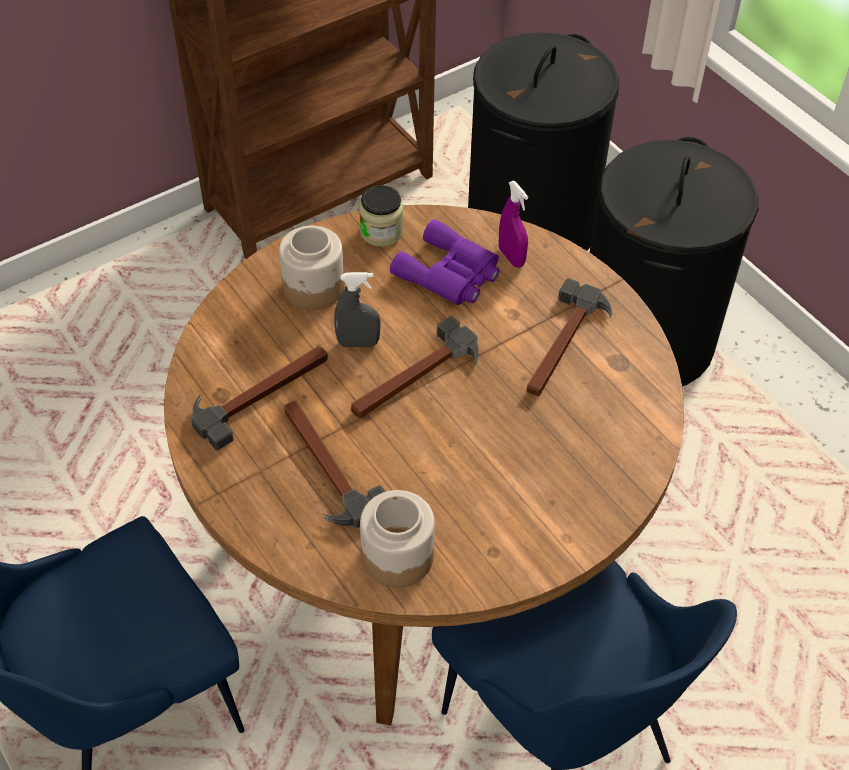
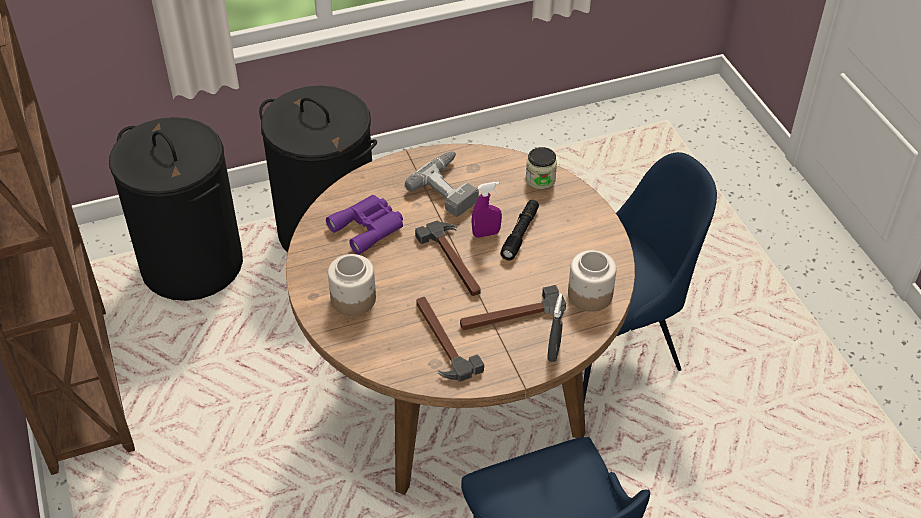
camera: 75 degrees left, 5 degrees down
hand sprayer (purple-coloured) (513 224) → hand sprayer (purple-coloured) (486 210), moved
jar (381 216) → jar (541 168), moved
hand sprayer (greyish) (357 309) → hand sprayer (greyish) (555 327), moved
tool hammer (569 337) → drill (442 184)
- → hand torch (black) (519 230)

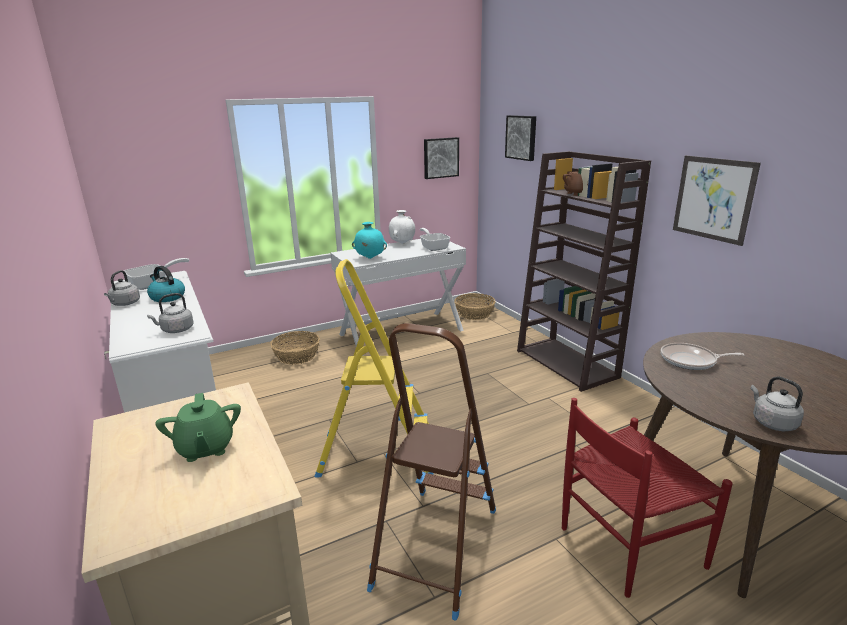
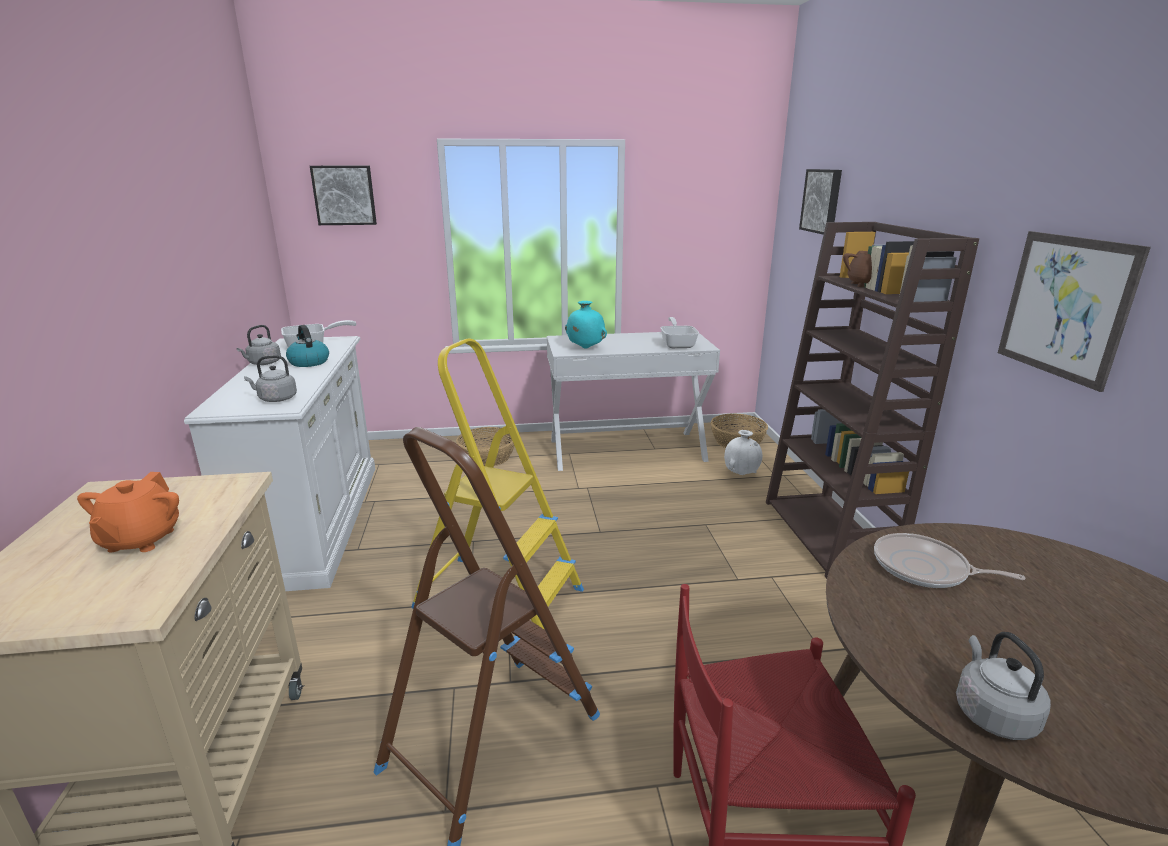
camera: 20 degrees right, 0 degrees up
wall picture (441 158) → wall picture (343 195), moved
decorative vase (whitish) (402 227) → decorative vase (whitish) (743 452), moved
tea pot (green) (198 427) → tea pot (orangey) (128 512)

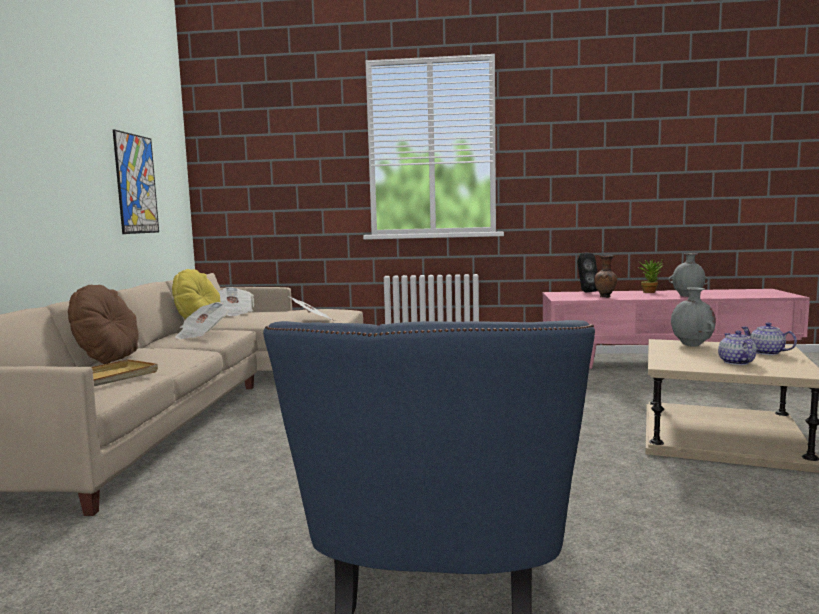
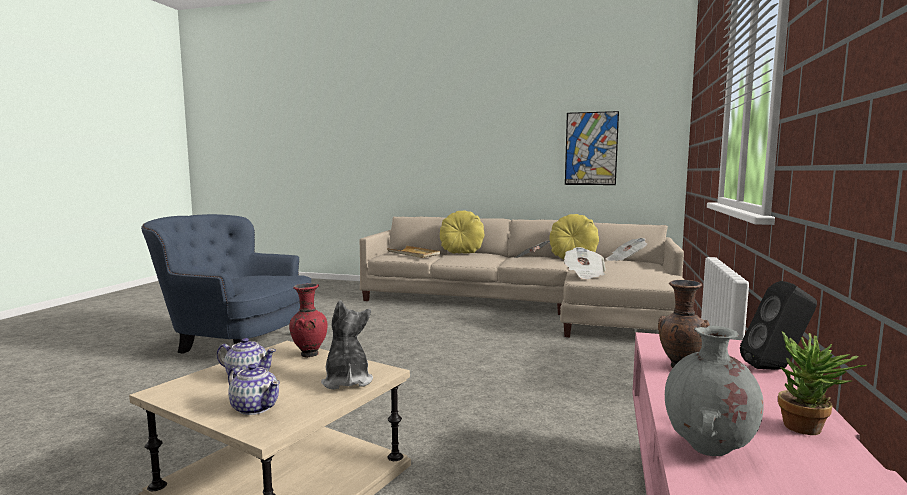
camera: 100 degrees right, 0 degrees up
throw pillow (brown) (103 324) → throw pillow (yellow-coloured) (462 232)
decorative vase (greyish) (693 317) → cuddly toy (347 345)
tea pot (769 338) → tea pot (254 389), 60 degrees clockwise
- → decorative vase (reddish) (308 320)

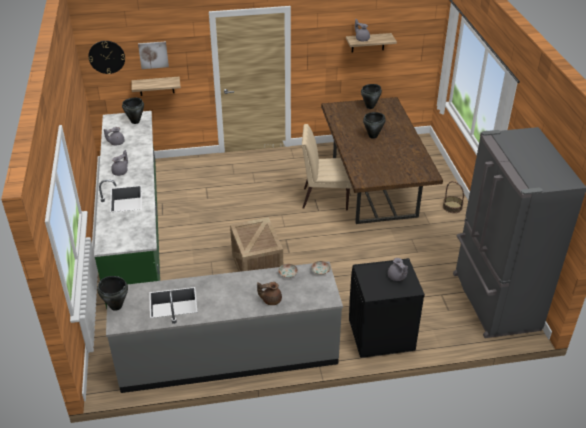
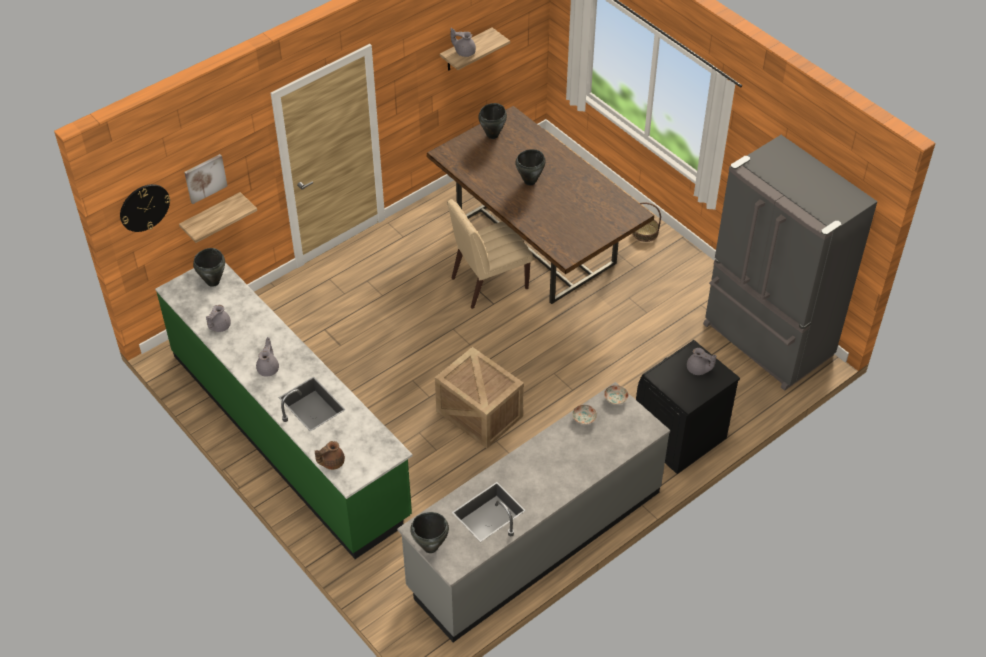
camera: 30 degrees left, 10 degrees up
tea pot (brown) (269 293) → tea pot (brown) (330 455), moved

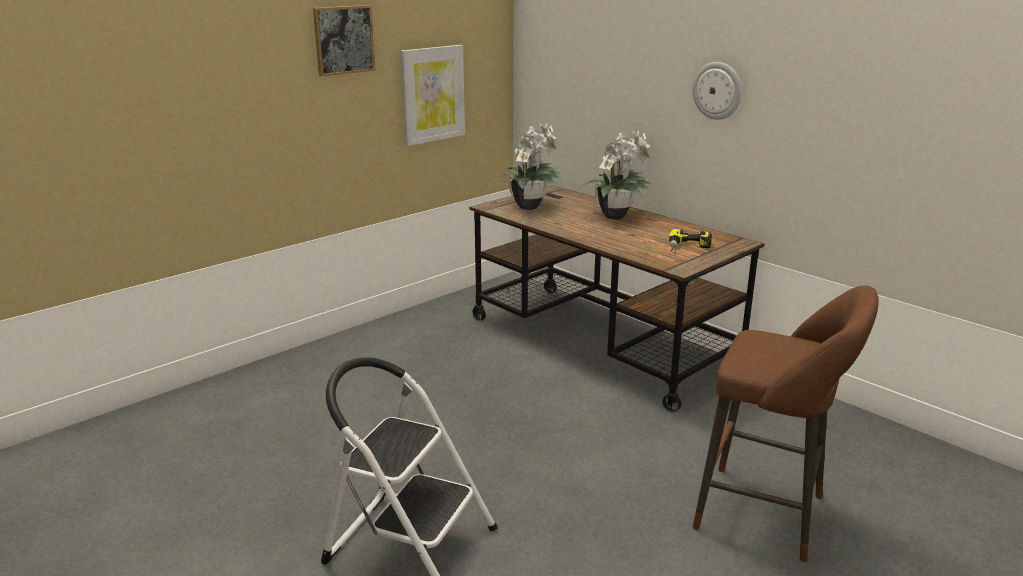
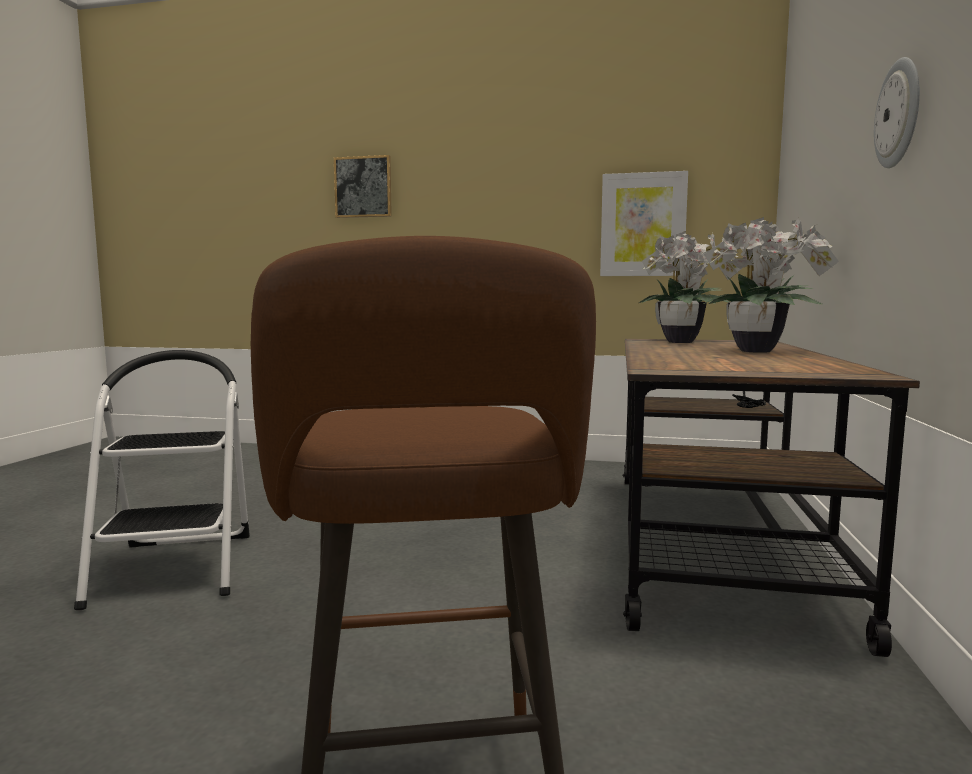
camera: 55 degrees right, 15 degrees down
wall picture (344 40) → wall picture (363 186), moved
drill (690 240) → -

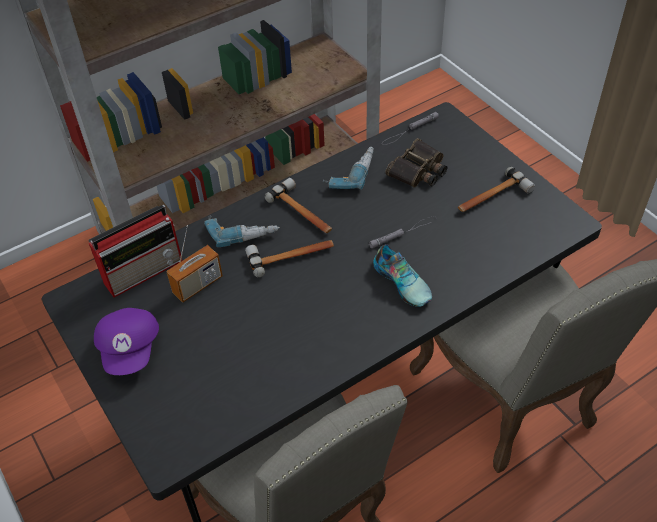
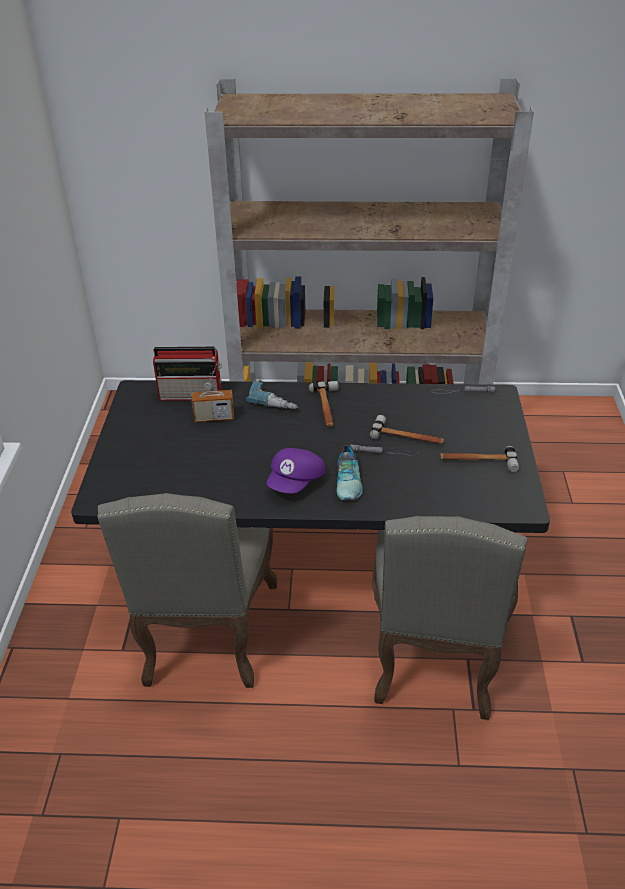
camera: 35 degrees right, 10 degrees down
field glasses (416 162) → -
drill (348 168) → -
tool hammer (289 258) → tool hammer (407 429), moved
baseball cap (purple-coloured) (126 341) → baseball cap (purple-coloured) (296 470), moved

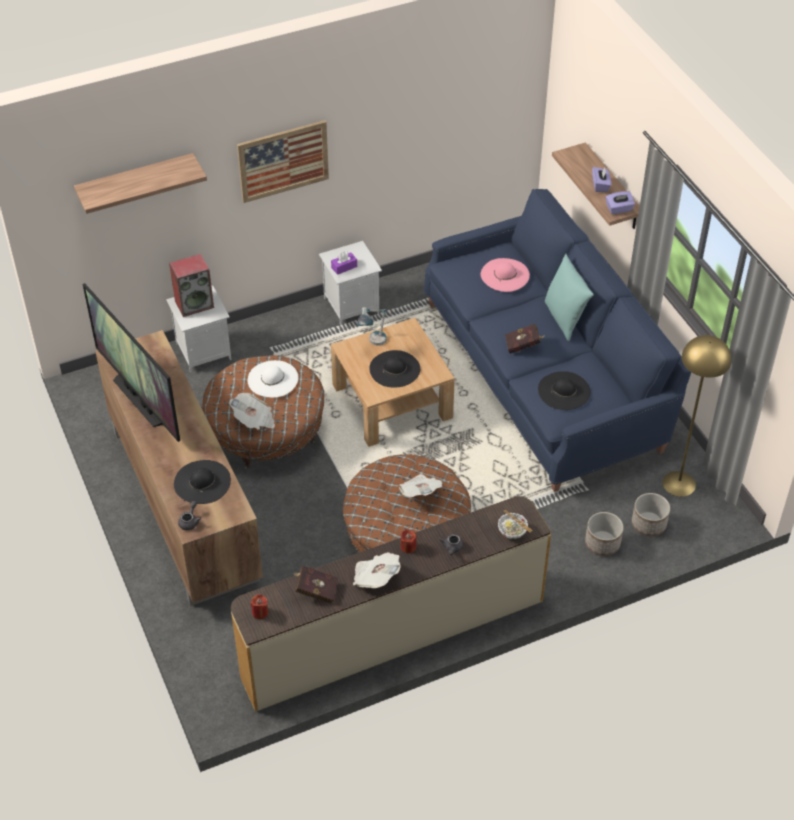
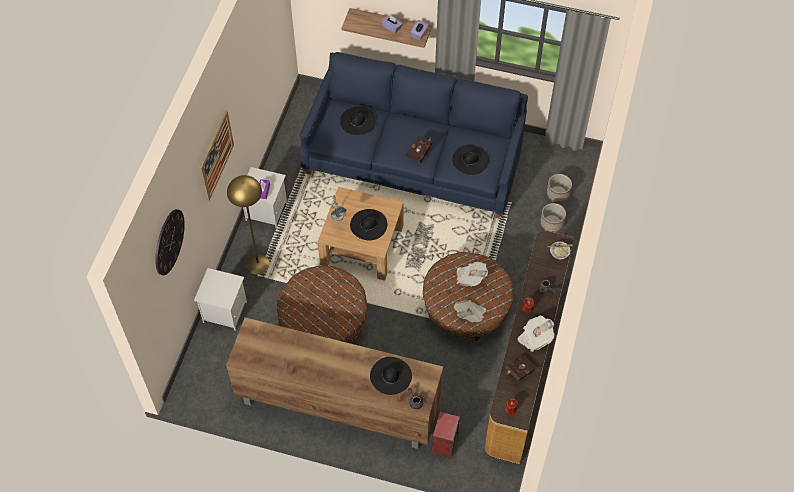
camera: 50 degrees left, 10 degrees up
bracket shelf (140 183) → wall clock (170 242)
speaker (191 285) → speaker (446 435), moved
throw pillow (turquoise-coloured) (569 297) → -
hat (pink-coloured) (505 275) → hat (black) (358 121)
TV (131 362) → -
standard lamp (yellow-coloured) (697 416) → standard lamp (yellow-coloured) (248 225), moved
hat (whitish) (273 379) → -
newspaper (252 411) → newspaper (470 311), moved

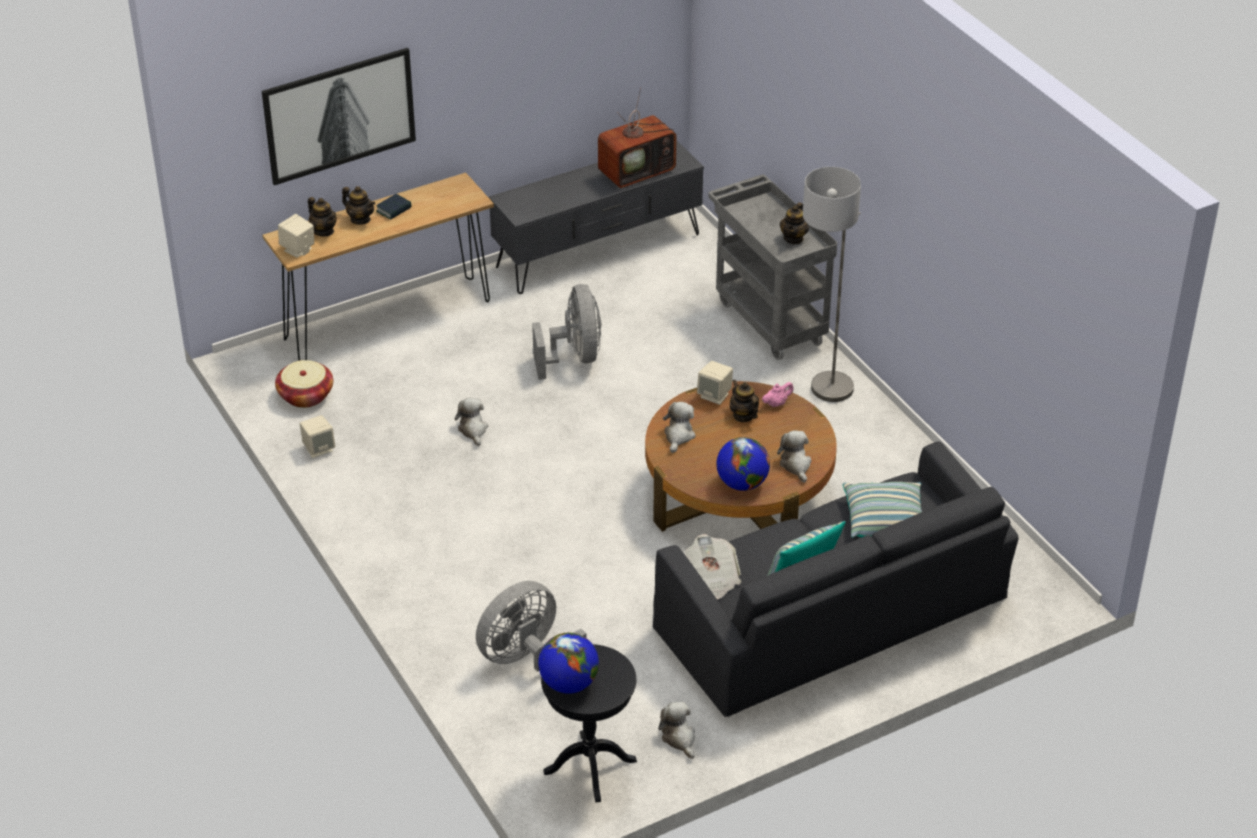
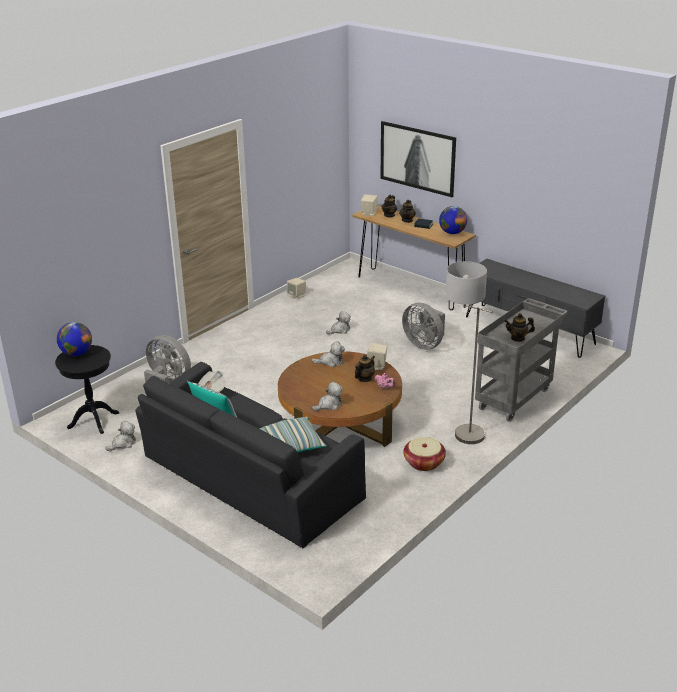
camera: 70 degrees right, 10 degrees down
TV (637 137) → -
electric fan (greyish) (566 332) → electric fan (greyish) (423 326), 75 degrees clockwise
household basket (304 384) → household basket (424 454), moved
world globe (743 464) → world globe (453 220), moved

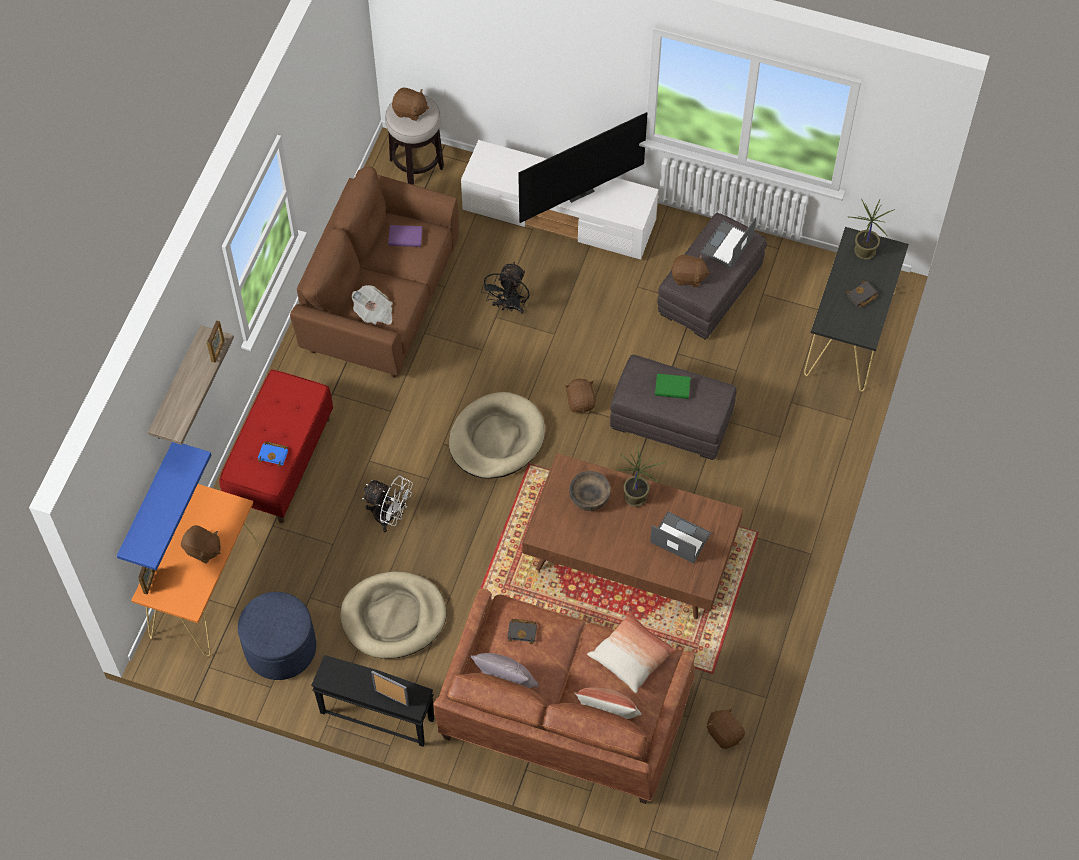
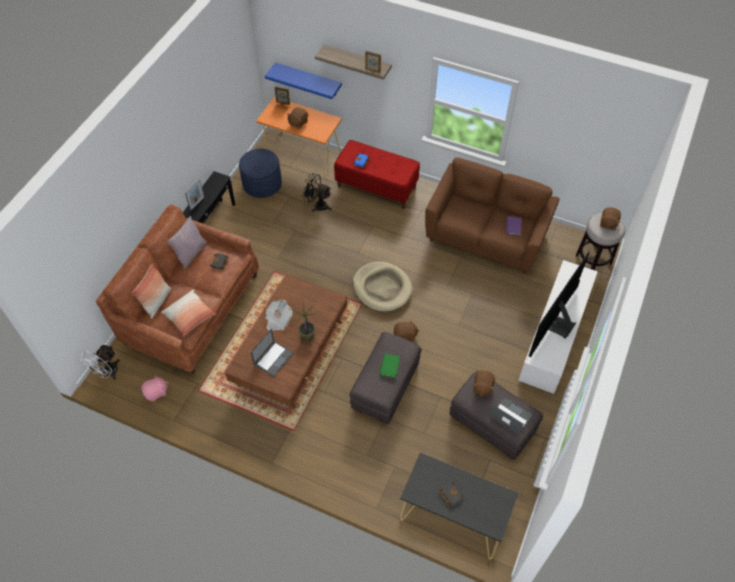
camera: 95 degrees right, 5 degrees down
TV (582 167) → TV (559 304), 60 degrees clockwise
potted plant (872 229) → -
electric fan (black) (505 288) → electric fan (black) (317 192), moved
newspaper (372 305) → newspaper (279 315), moved
serving bowl (brown) (590 491) → -
electric fan (whitish) (387 503) → electric fan (whitish) (100 362), moved
dog bed (sand-coloured) (393 615) → -
cuddly toy (brown) (726 728) → cuddly toy (pink-coloured) (154 388)

